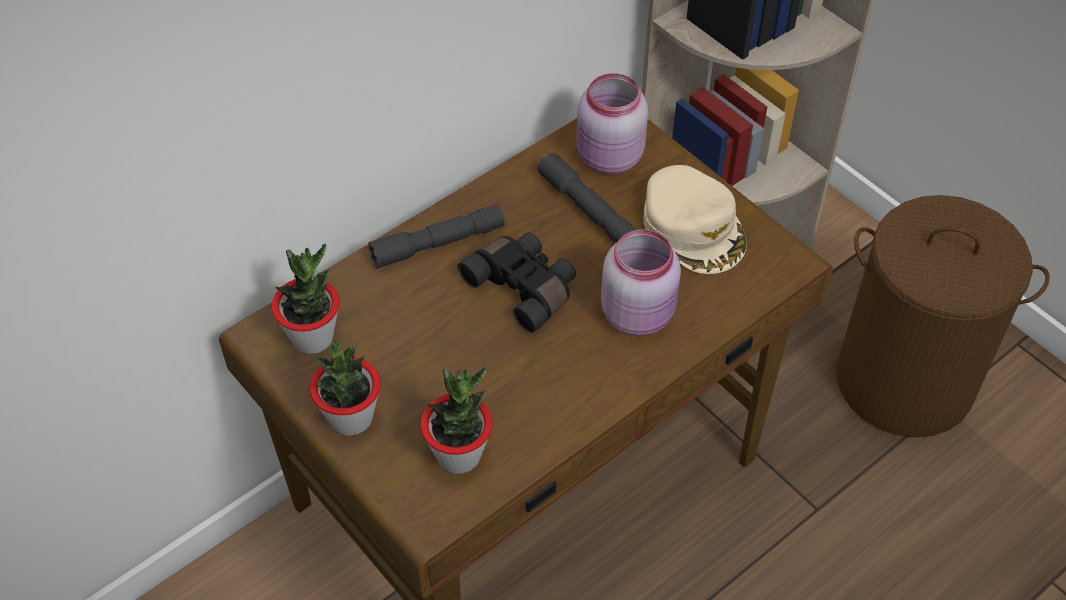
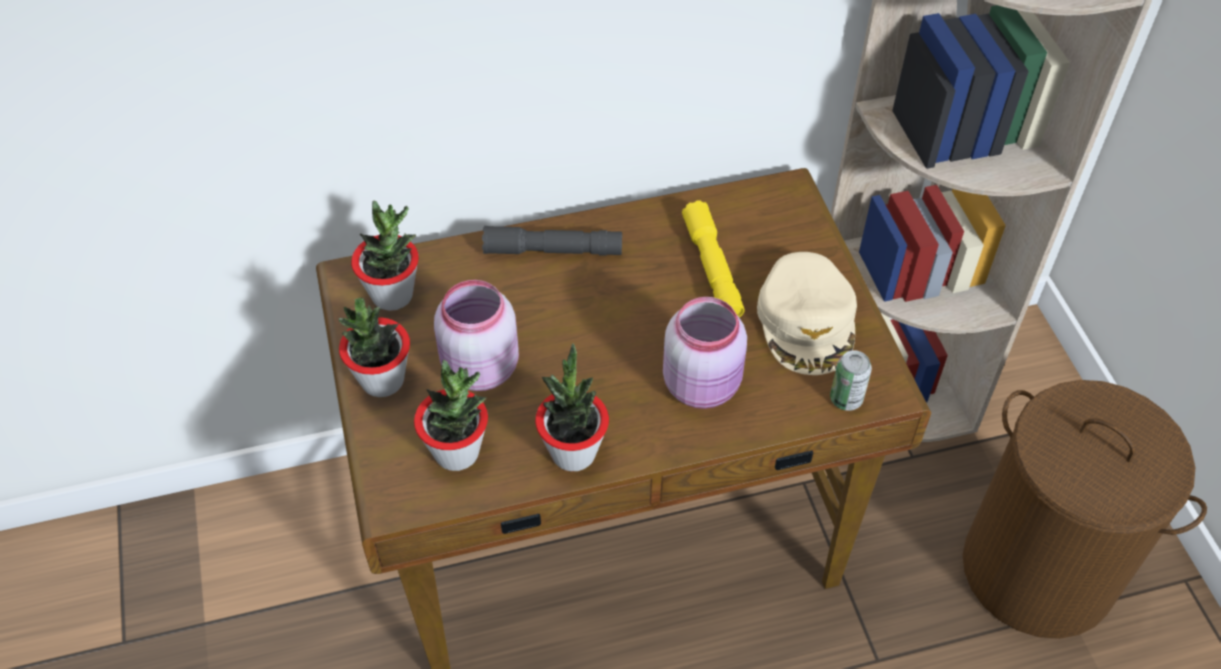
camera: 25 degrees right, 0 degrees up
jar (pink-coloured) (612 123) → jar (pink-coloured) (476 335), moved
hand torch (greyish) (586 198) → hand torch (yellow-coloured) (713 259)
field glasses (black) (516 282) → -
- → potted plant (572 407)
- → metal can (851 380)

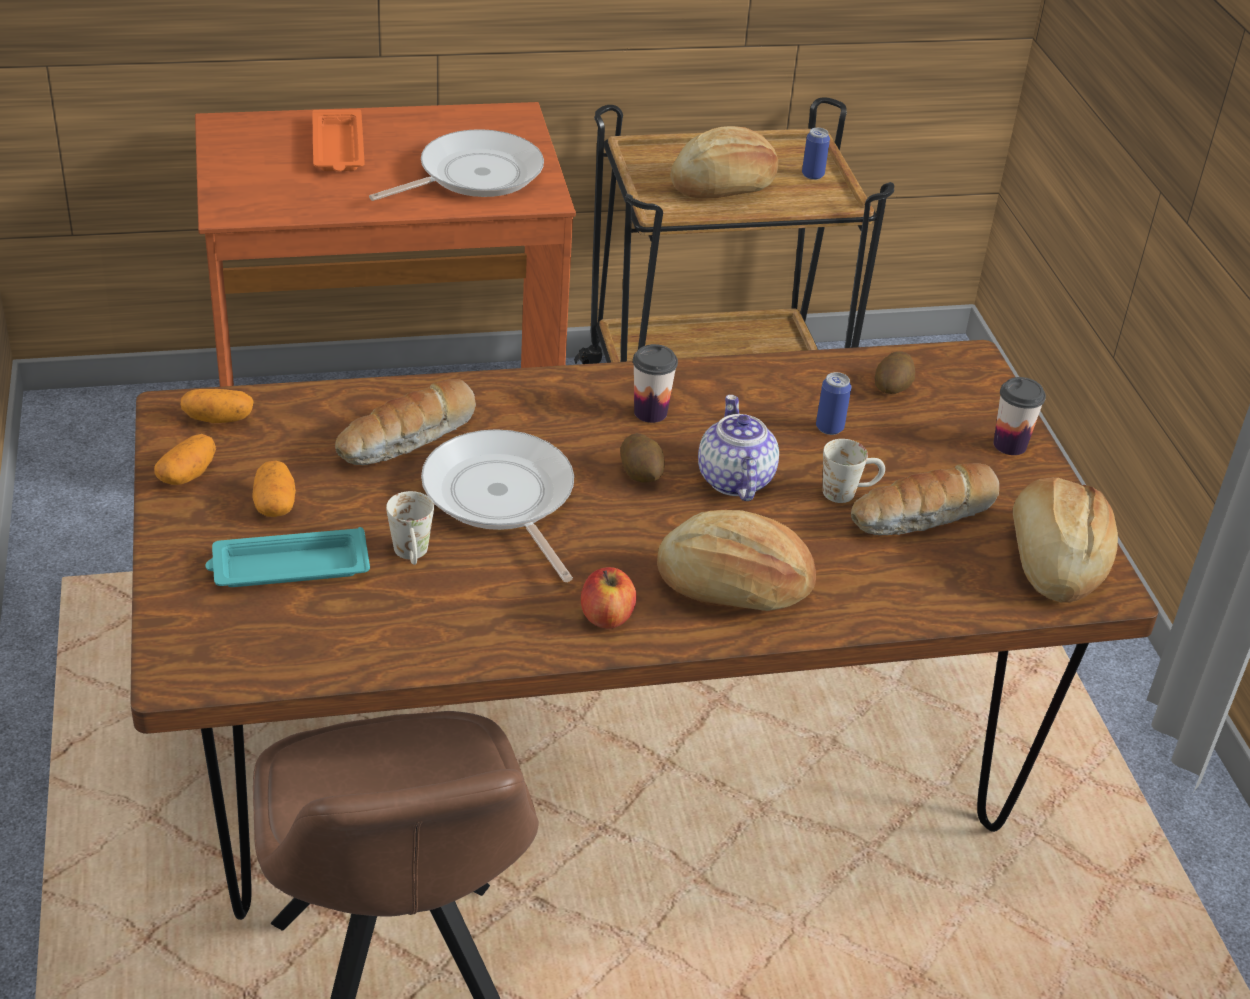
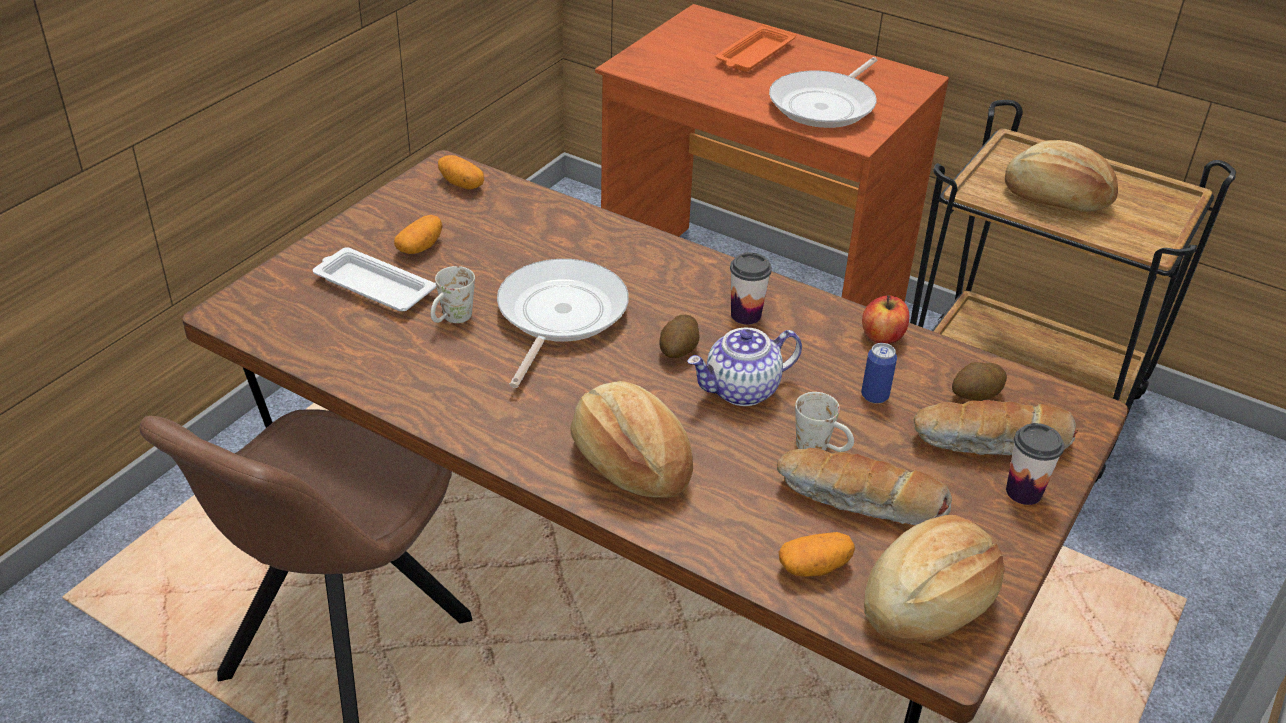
camera: 45 degrees right, 0 degrees up
metal can (816 154) → -
frying pan (456 165) → frying pan (823 92), 120 degrees clockwise
baked bread (405 422) → baked bread (995 427), moved
tea pot (738 448) → tea pot (744 367), 150 degrees counterclockwise
whole potato (185 459) → whole potato (817 554), moved
serving tray (turquoise-coloured) (287 557) → serving tray (whitish) (374 279)
whole apple (609 598) → whole apple (885 319), moved

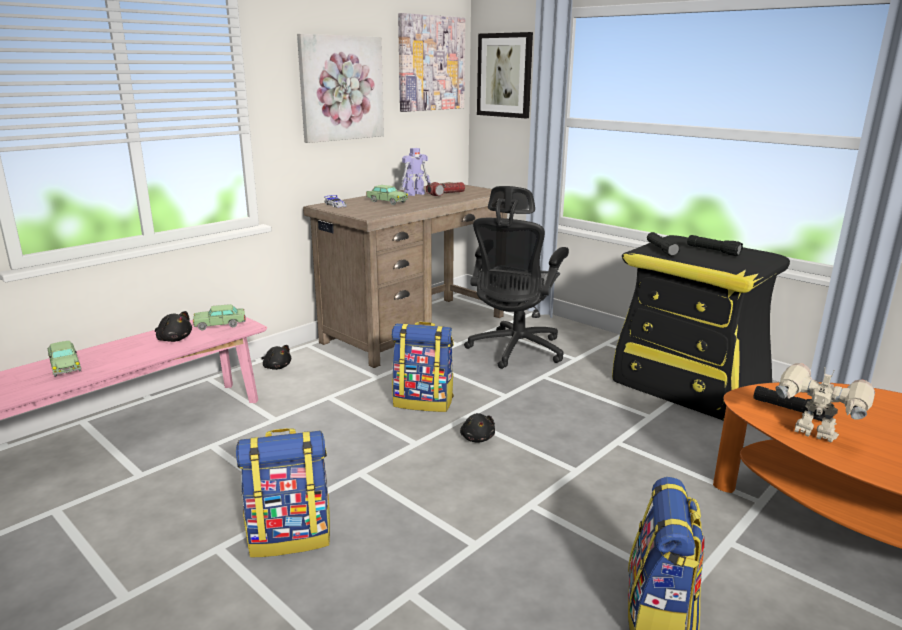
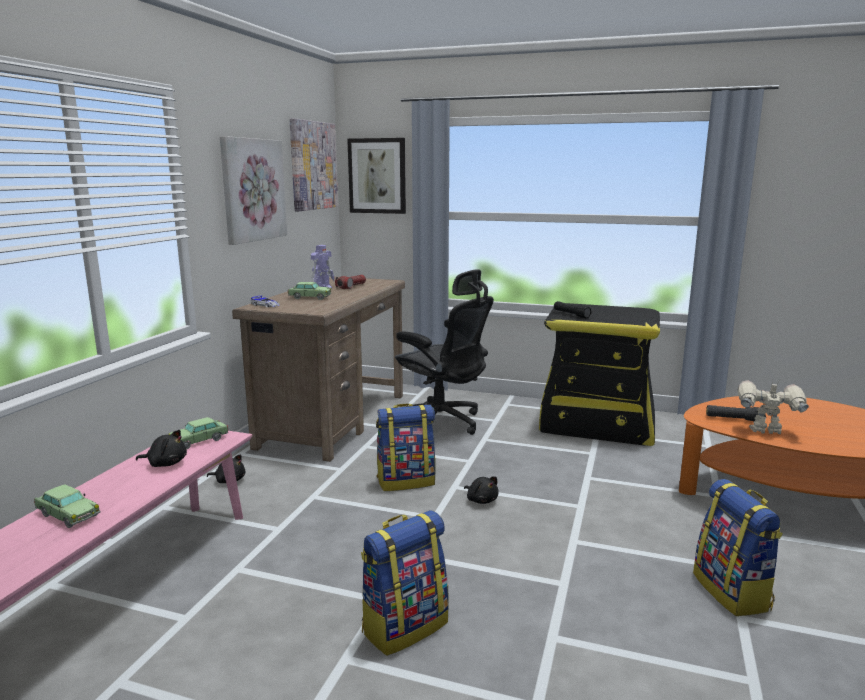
camera: 25 degrees left, 5 degrees down
office chair (516 277) → office chair (444 352), 45 degrees counterclockwise
hand torch (black) (715 245) → -

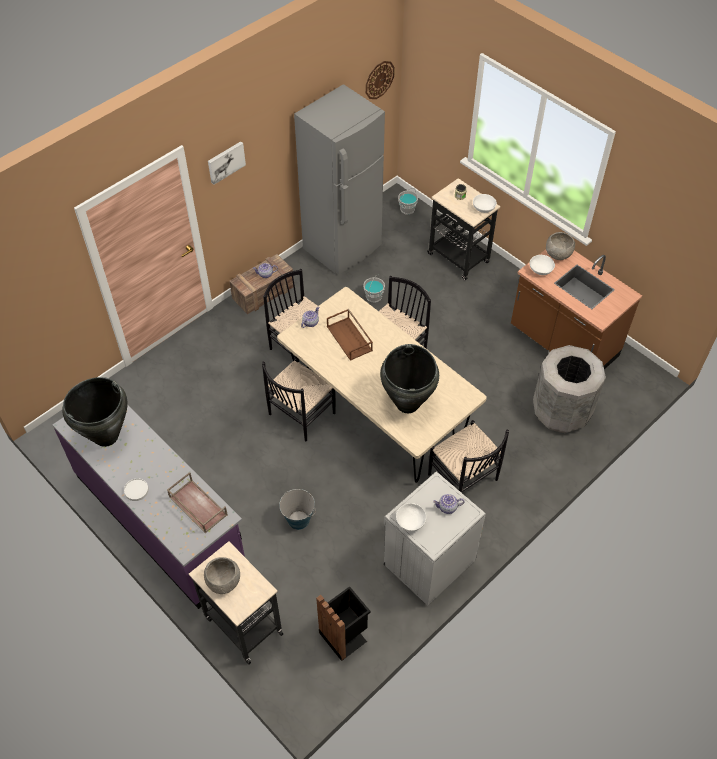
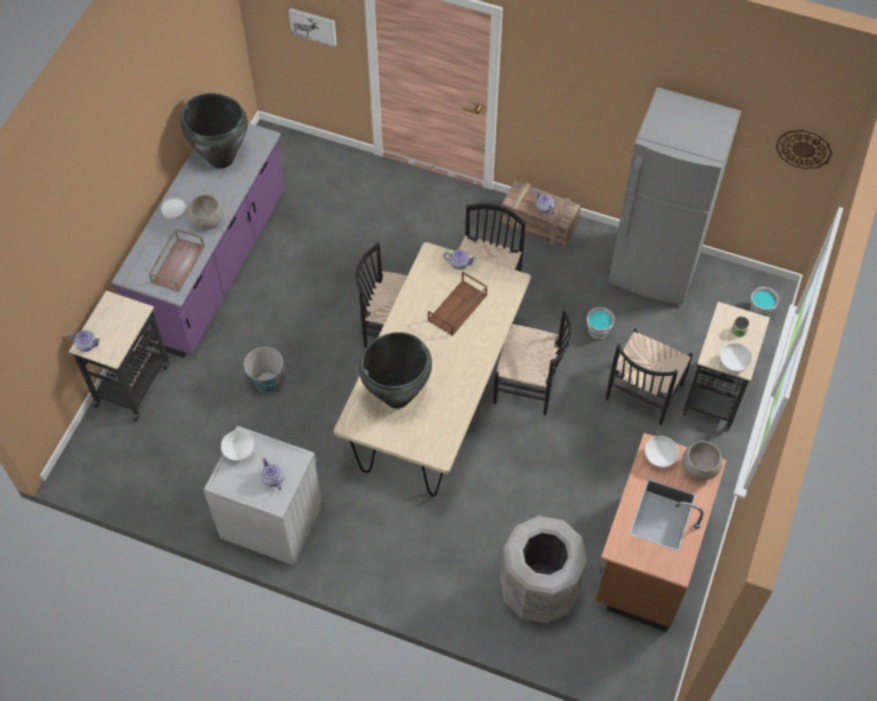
camera: 65 degrees right, 5 degrees up
wall picture (227 163) → wall picture (313 27), moved
chair (black) (468 456) → chair (black) (649 376), moved
serving bowl (greyish) (222 575) → serving bowl (greyish) (206 211), moved
rubbish bin (black) (343 623) → -
- → tea pot (84 341)

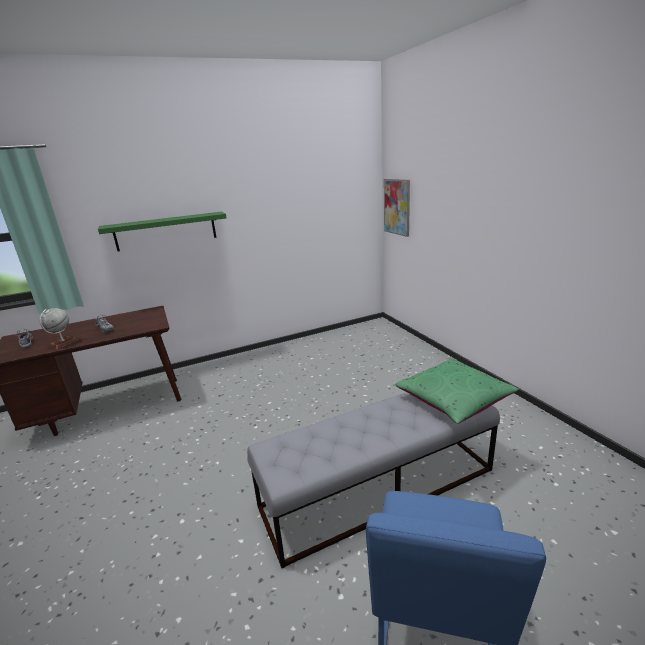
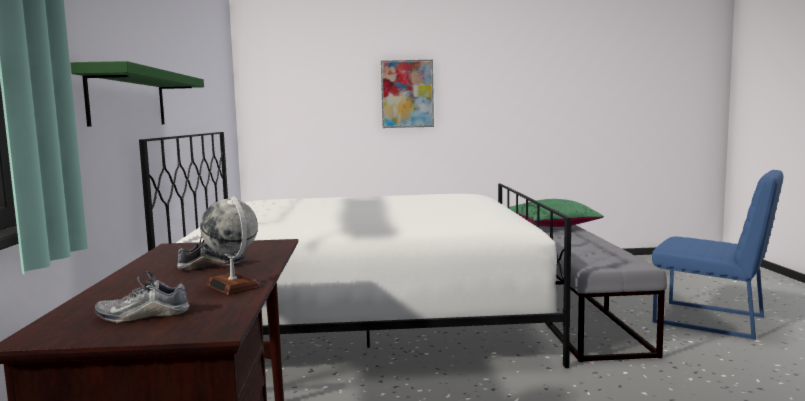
camera: 70 degrees left, 15 degrees down
wall picture (397 208) → wall picture (407 94), moved
- → bed (whitish) (355 250)

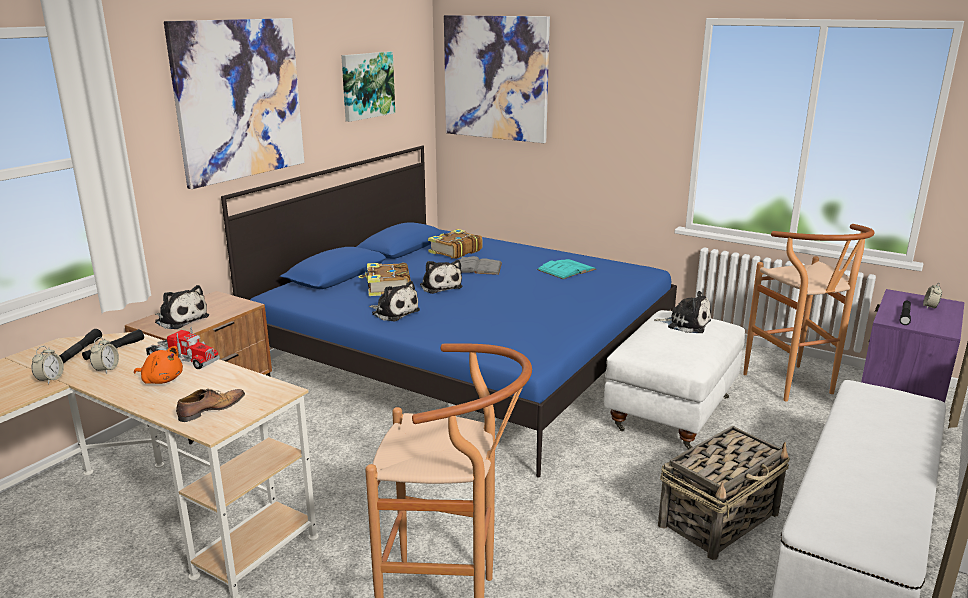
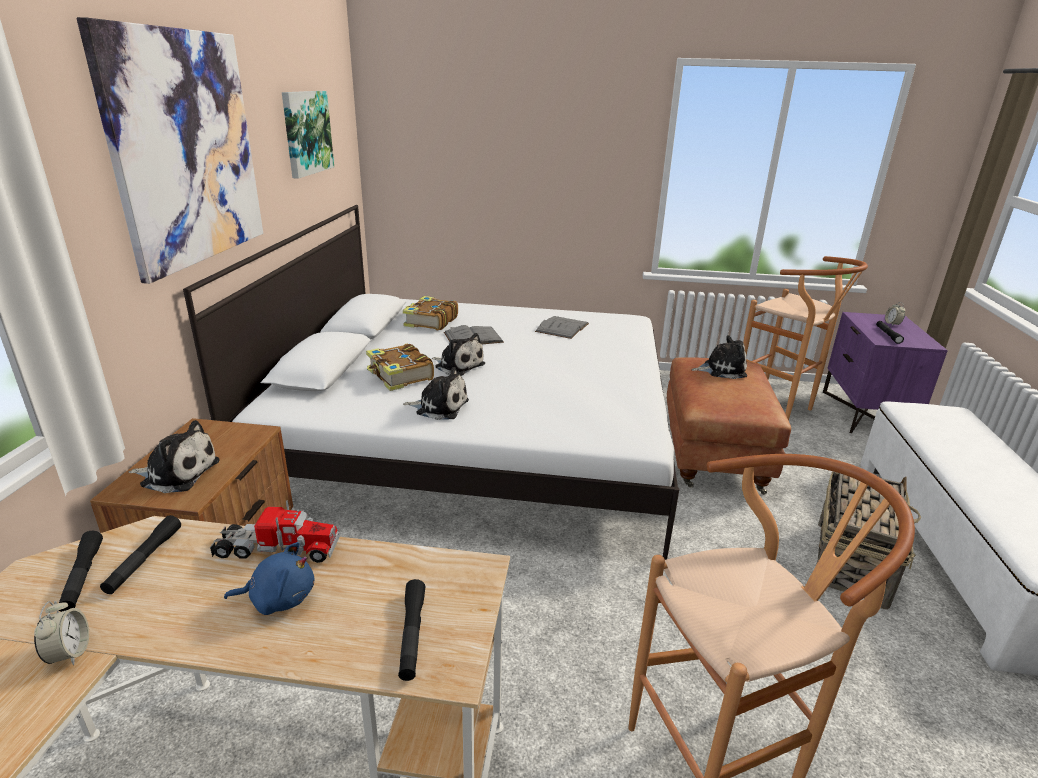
camera: 25 degrees left, 5 degrees up
wall picture (497 79) → -
bed (blue-coloured) (449 311) → bed (whitish) (431 382)
book (turquoise-coloured) (566 269) → book (greyish) (562 327)
pouffe (whitish) (674 380) → pouffe (brown) (729 426)
bedside clock (104 355) → -
cuddly toy (orangey) (158 365) → cuddly toy (blue-coloured) (269 578)
item of footwear (210 405) → hand torch (black) (412 630)

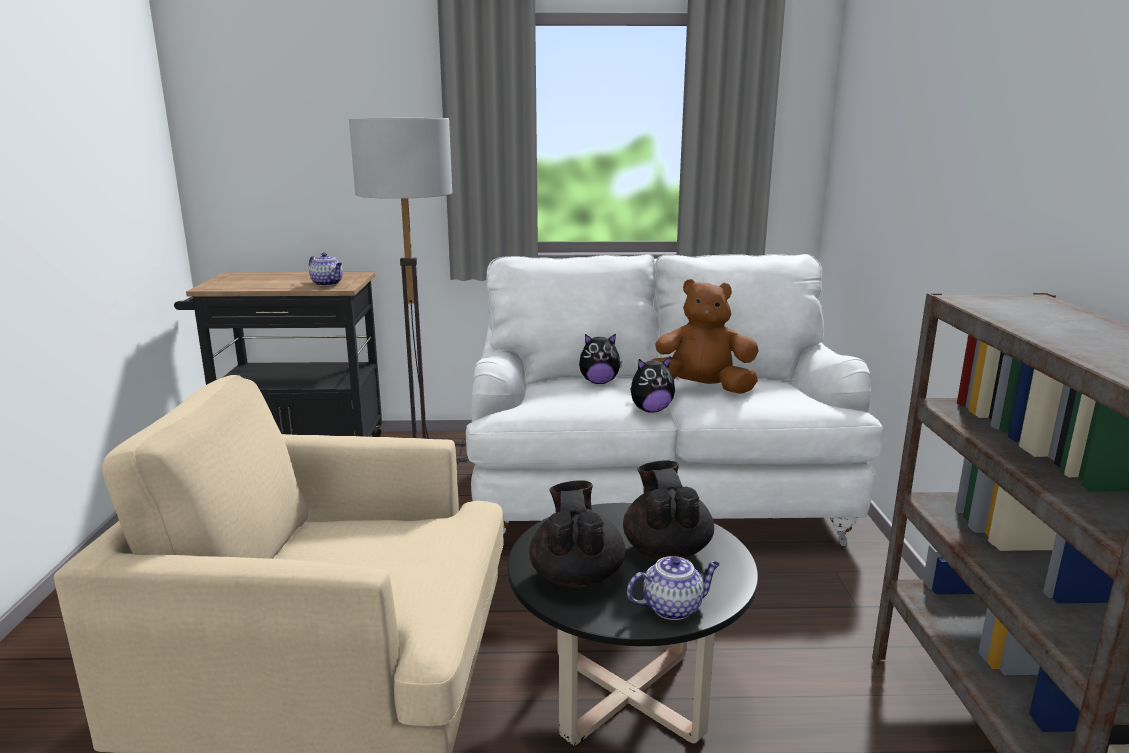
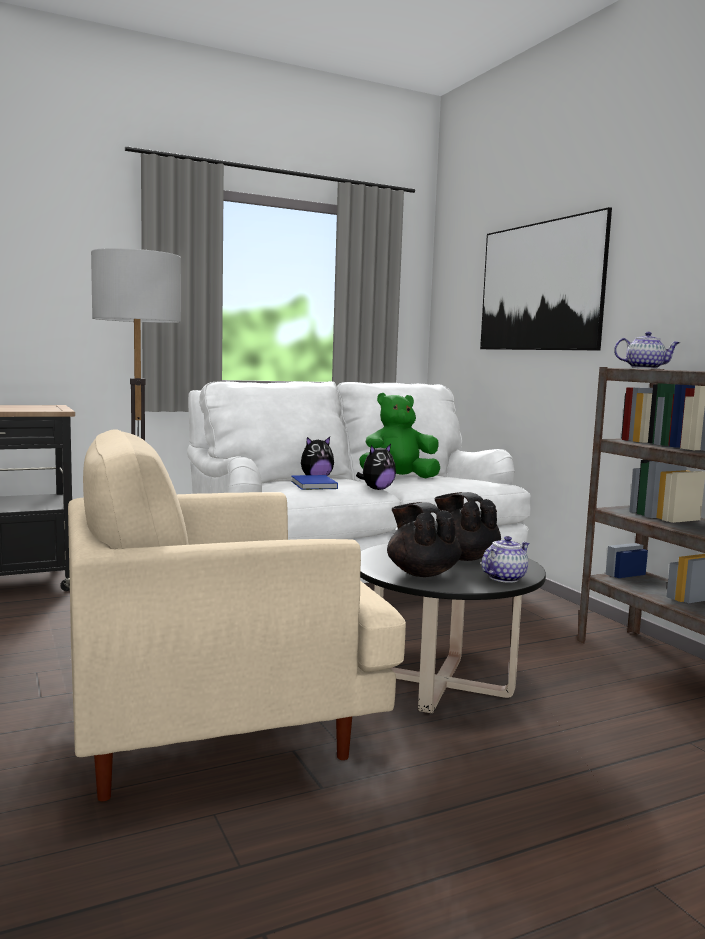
camera: 25 degrees left, 10 degrees down
tea pot (326 269) → tea pot (647 350), moved
cuddly toy (brown) (704 336) → cuddly toy (green) (399 435)
- → wall picture (546 278)
- → book (blue-coloured) (314 482)

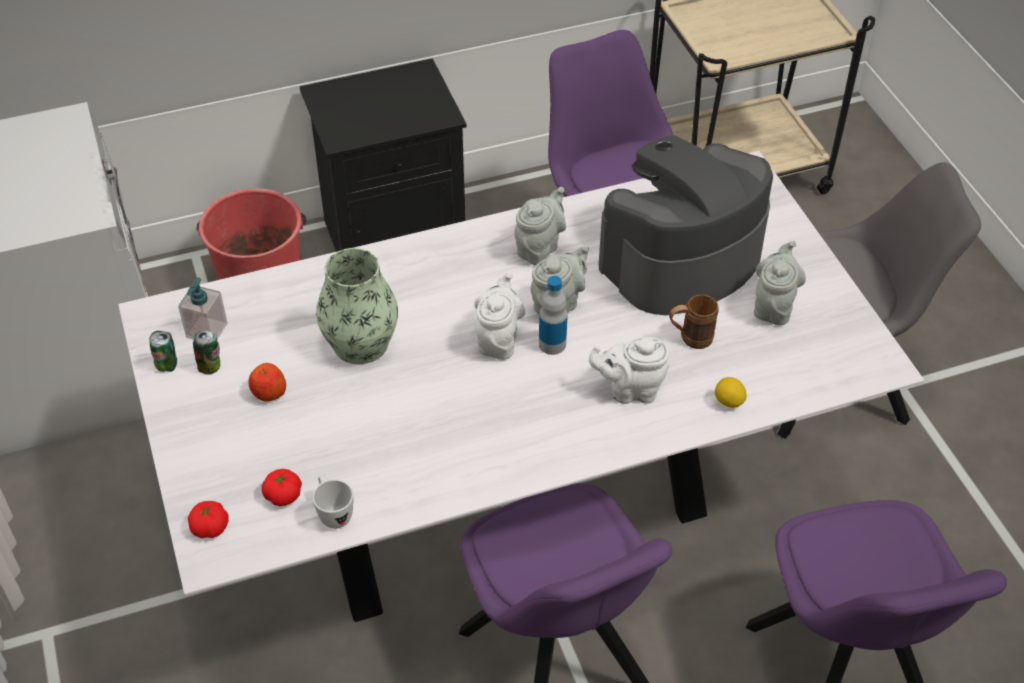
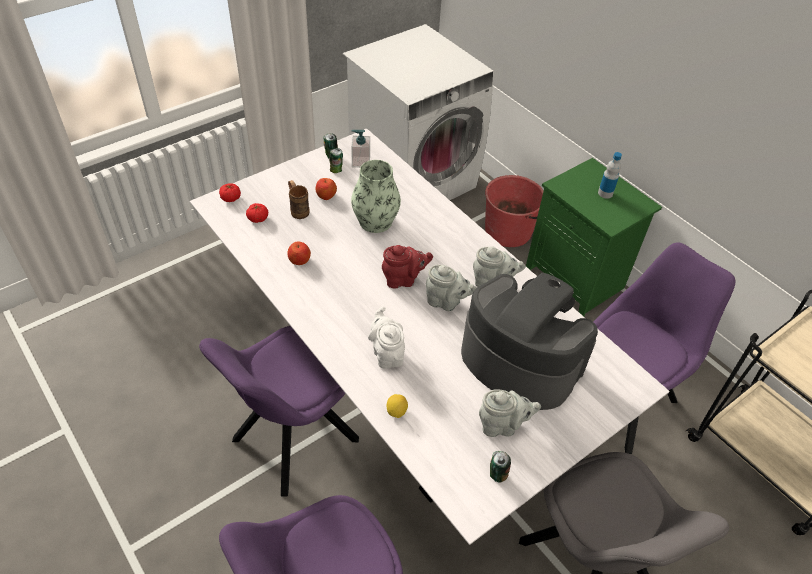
camera: 70 degrees right, 0 degrees up
night table (black) (383 155) → night table (green) (594 237)
tea pot (whitish) (499 316) → tea pot (reddish) (407 267)
bottle (553 315) → bottle (610 175), moved
tea mug (brown) (694 322) → tea mug (brown) (299 199), moved
tea mug (whitish) (332 502) → -
- → whole apple (299 253)
- → metal can (500 467)

